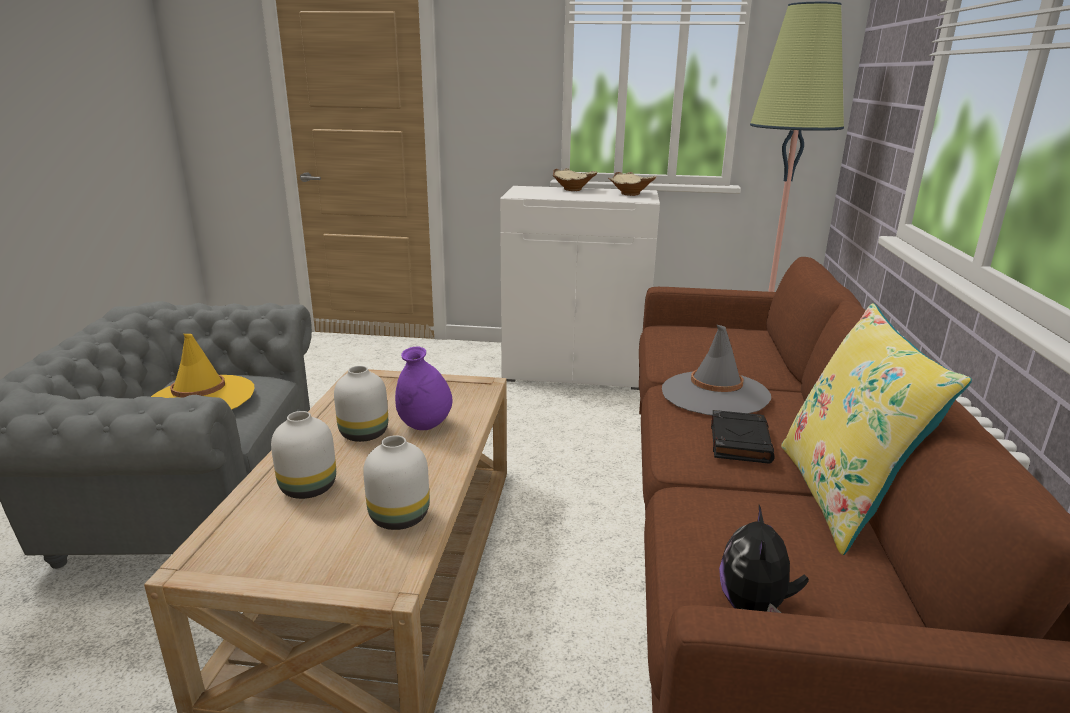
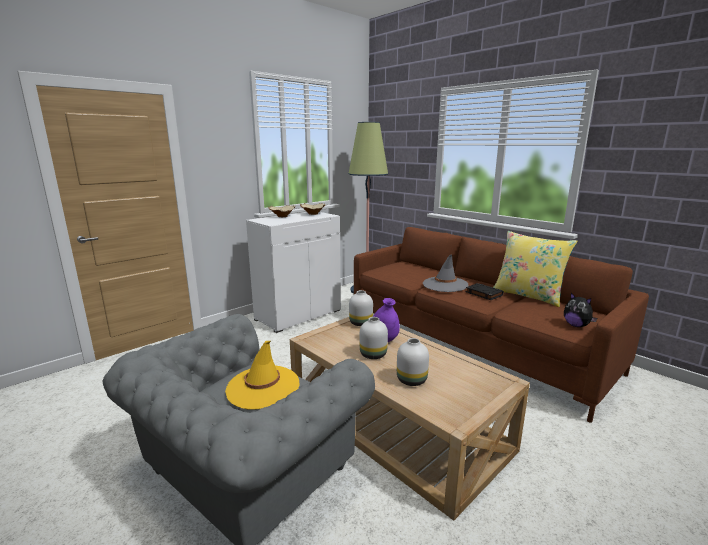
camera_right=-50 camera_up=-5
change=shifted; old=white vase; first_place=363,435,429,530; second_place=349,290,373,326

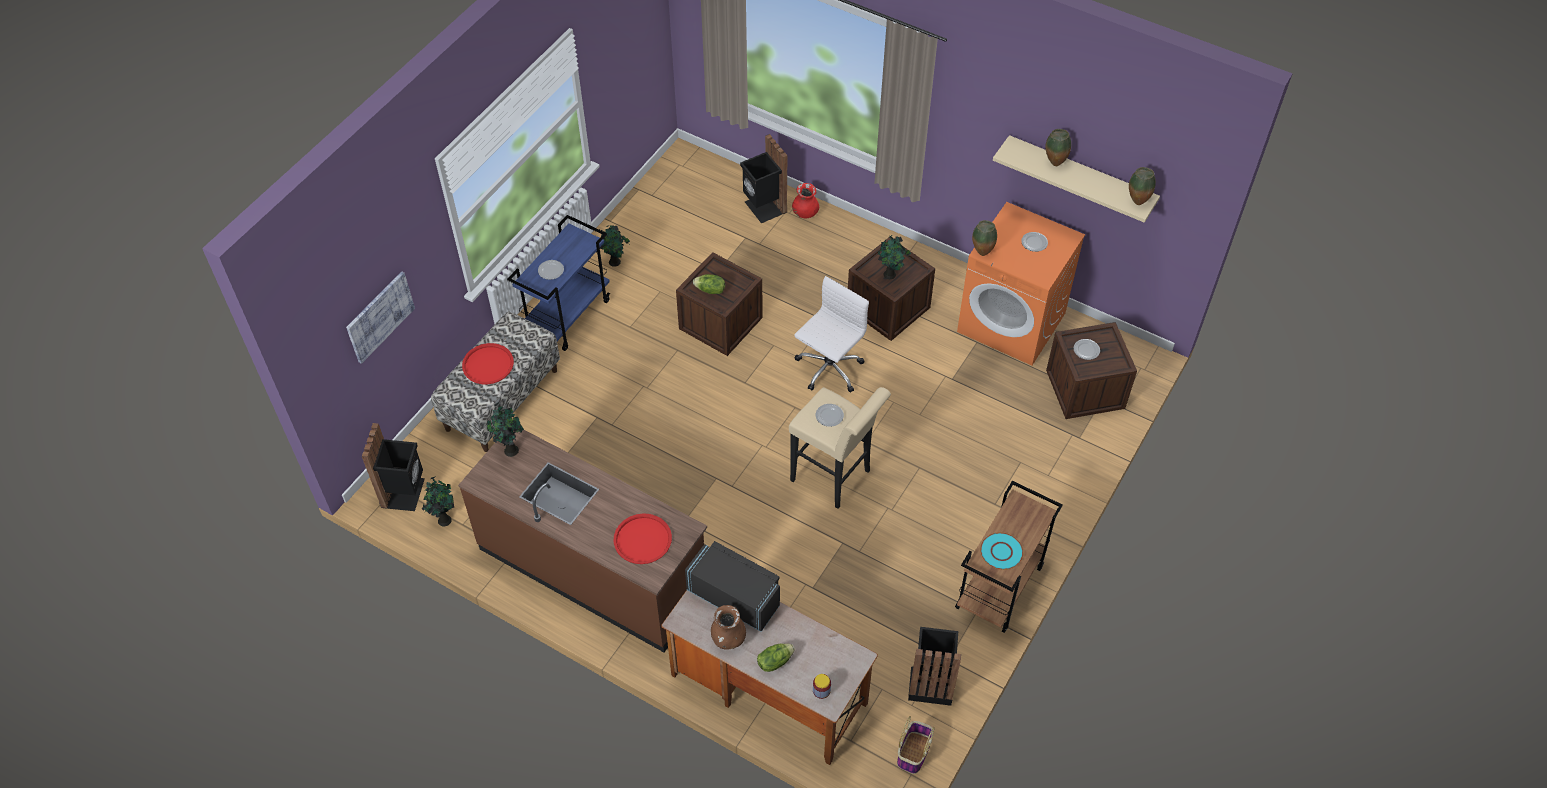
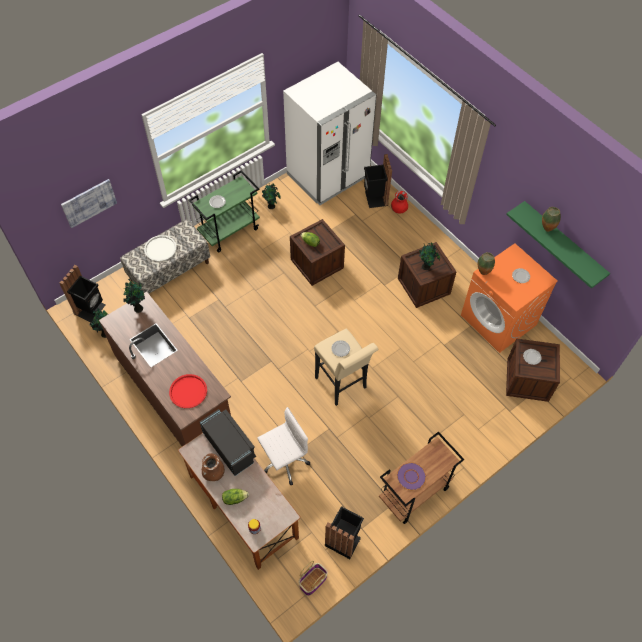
camera_right=20 camera_up=5
change=repainted; old=red tray; new=white tray; first_place=462,343,514,384; second_place=144,235,177,261
change=repainted; old=blue cart; new=green cart; first_place=507,215,610,351; second_place=189,170,260,253
change=shifted; old=white office chair; first_place=794,276,869,393; second_place=257,407,310,485
change=new; new=white fridge; second_place=283,62,377,205
change=repainted; old=turquoise plate; new=purple plate; first_place=980,532,1023,570; second_place=397,462,426,490
change=repainted; old=beige shelf; new=green shelf; first_place=993,135,1160,223; second_place=506,201,610,289
change=gone; old=vase; first_place=1129,167,1156,205

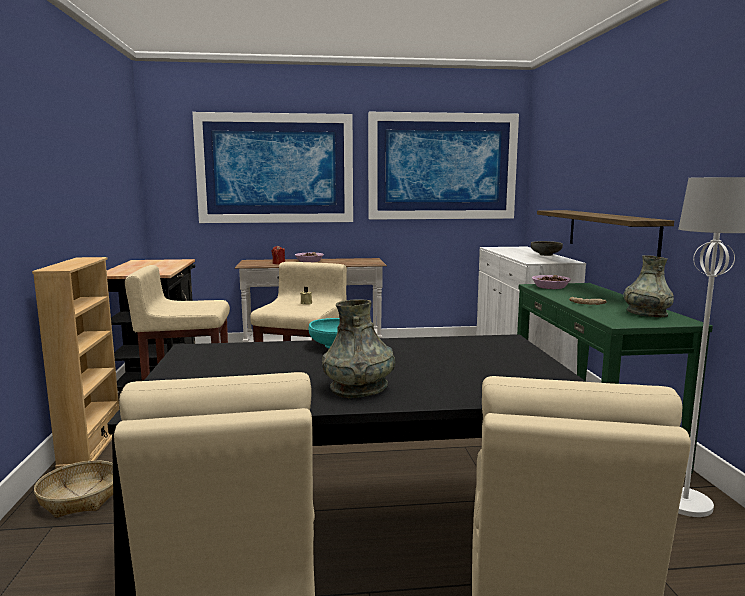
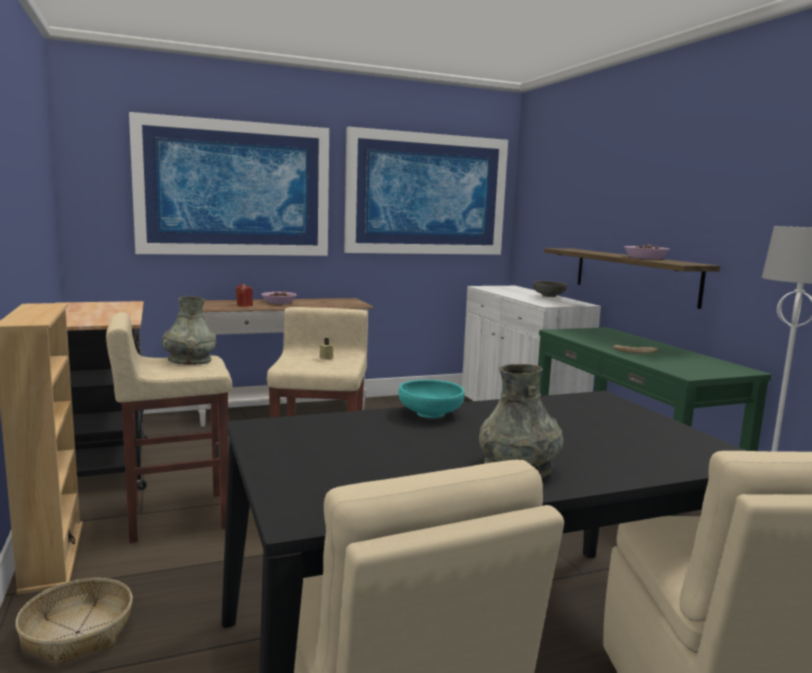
camera_right=-15 camera_up=0
change=shifted; old=grey vase; first_place=623,255,674,317; second_place=162,296,216,365
change=shifted; old=bowl; first_place=532,275,571,289; second_place=624,244,670,259

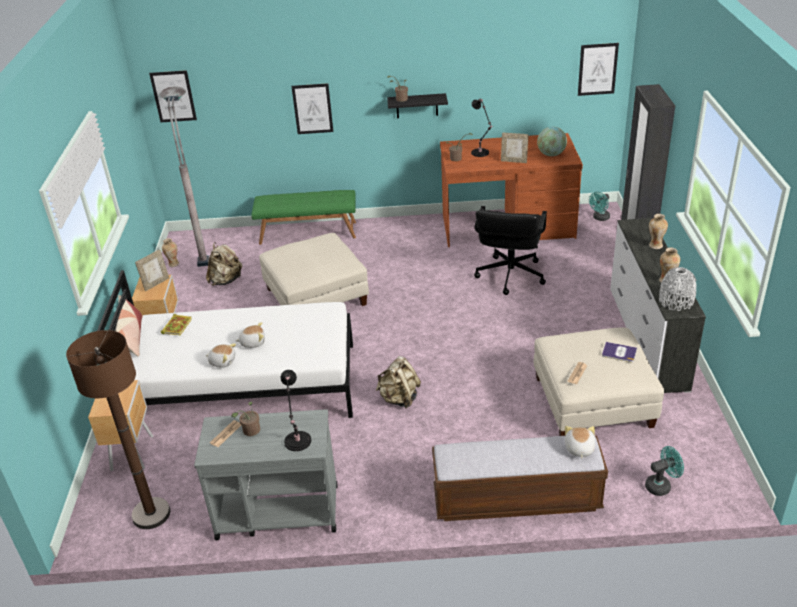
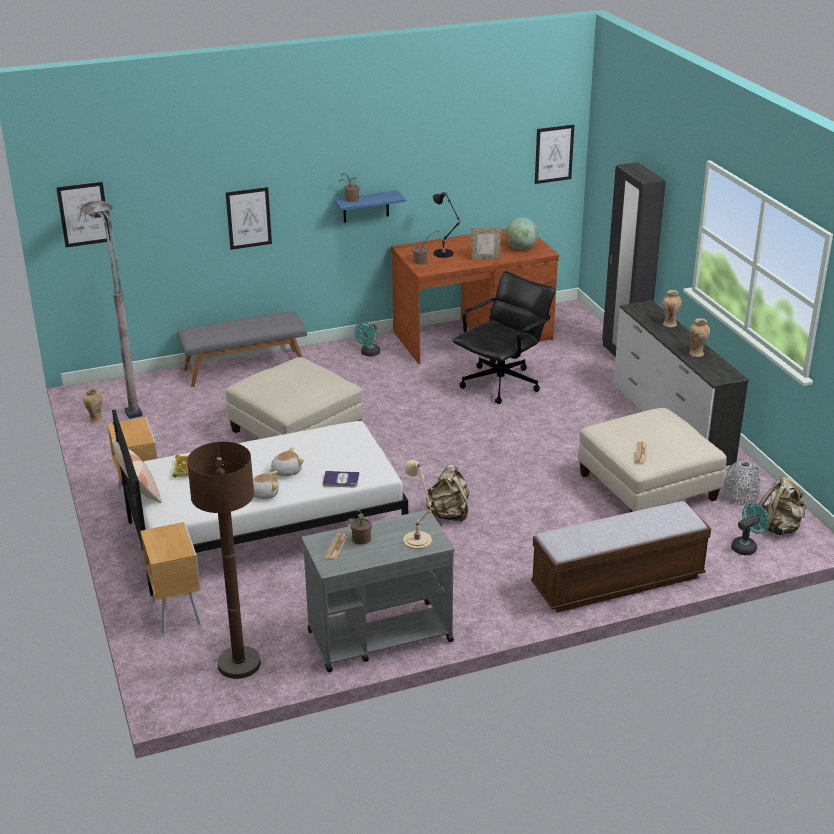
camera_right=-20 camera_up=-5
change=repainted; old=green bench; new=grey bench; first_place=251,190,356,245; second_place=177,312,307,387
change=shifted; old=book; first_place=602,342,637,362; second_place=323,471,360,487
change=repainted; old=black shelf; new=blue shelf; first_place=387,93,448,118; second_place=334,190,406,223
change=shifted; old=turquoise fan; first_place=589,192,610,221; second_place=354,322,380,357
change=repainted; old=black table lamp; new=beige table lamp; first_place=281,370,311,451; second_place=403,460,434,549
change=rotated; old=black office chair; first_place=474,206,547,295; second_place=453,271,555,404; degrees=-135
change=shifted; old=grey vase; first_place=659,267,697,311; second_place=723,461,761,506
change=shifted; old=beige backpack; first_place=206,242,242,286; second_place=759,476,806,536
change=gone; old=picture frame; first_place=135,250,169,291
change=gone; old=plush toy; first_place=565,426,595,459

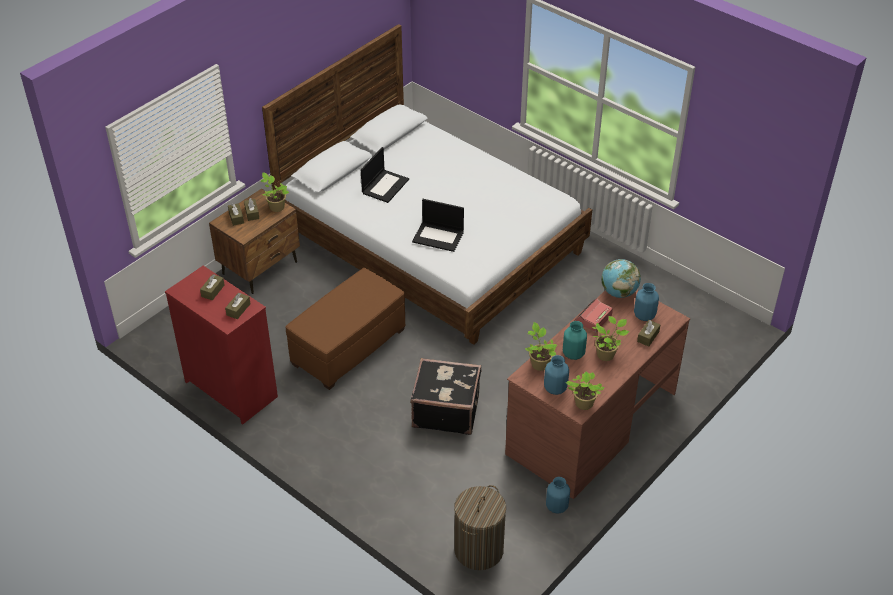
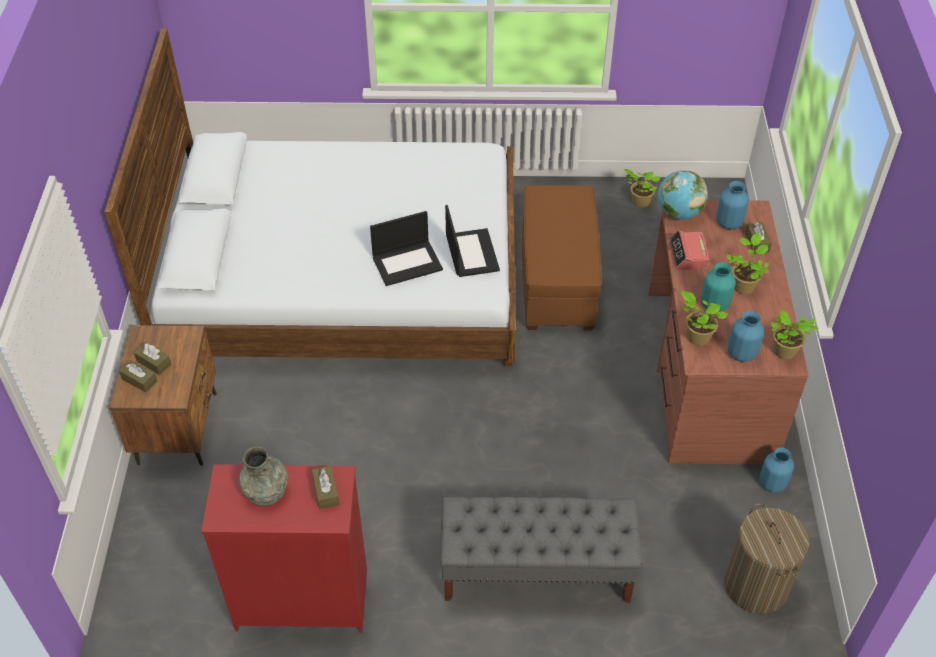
camera_right=-40 camera_up=5
change=swapped; old=brown tissue box; new=grey vase; first_place=200,274,225,300; second_place=239,447,288,506
change=new; new=grey bench; second_place=440,497,642,603
change=shifted; old=laptop; first_place=361,147,409,203; second_place=445,205,500,277
change=shifted; old=brown ottoman; first_place=285,268,406,390; second_place=522,185,602,330
change=shifted; old=potted plant; first_place=261,172,289,212; second_place=624,169,660,208
change=gone; old=black suitcase; first_place=410,358,481,435

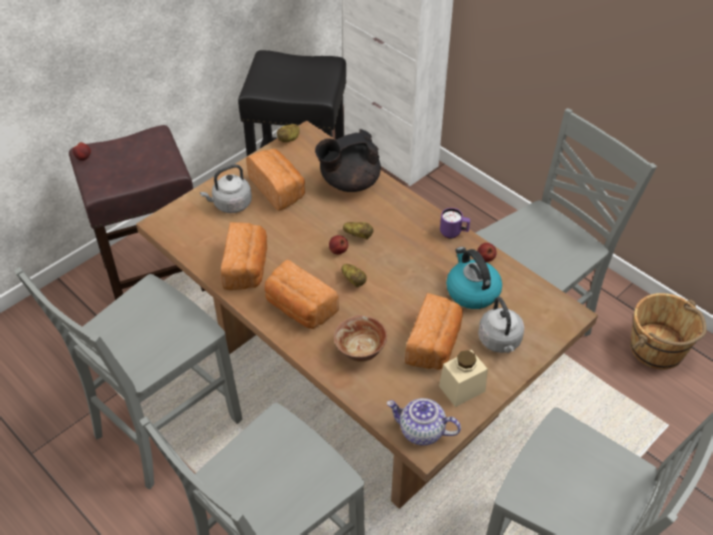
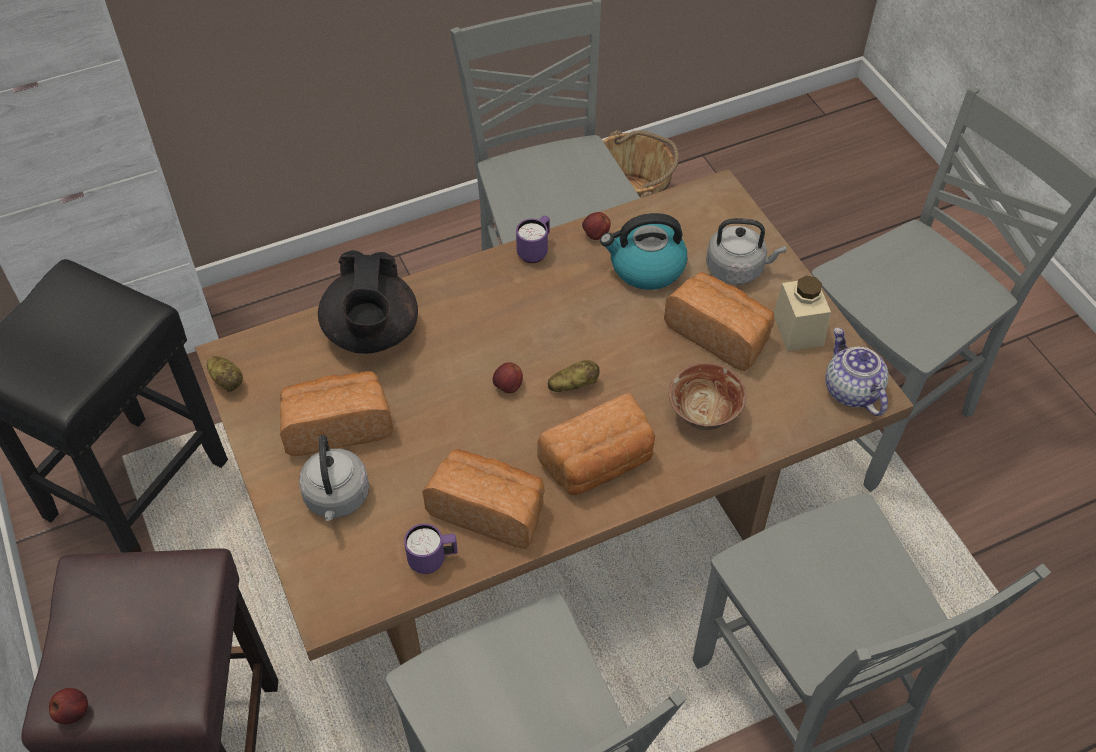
camera_right=-70 camera_up=5
change=new; new=purple mug; second_place=404,524,458,574
change=rotated; old=teapot; first_place=387,398,461,445; second_place=825,328,889,416; degrees=120
change=gone; old=potato; first_place=343,222,373,240

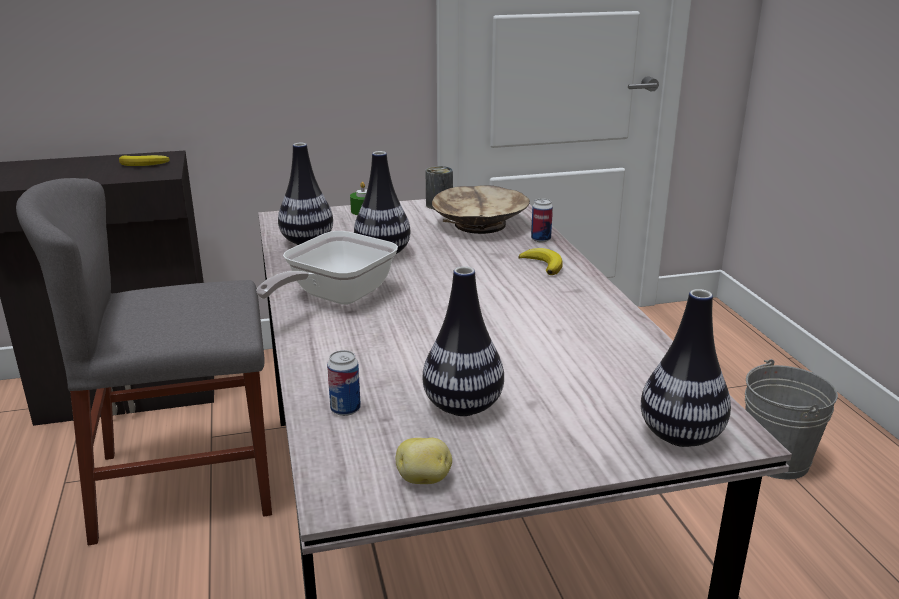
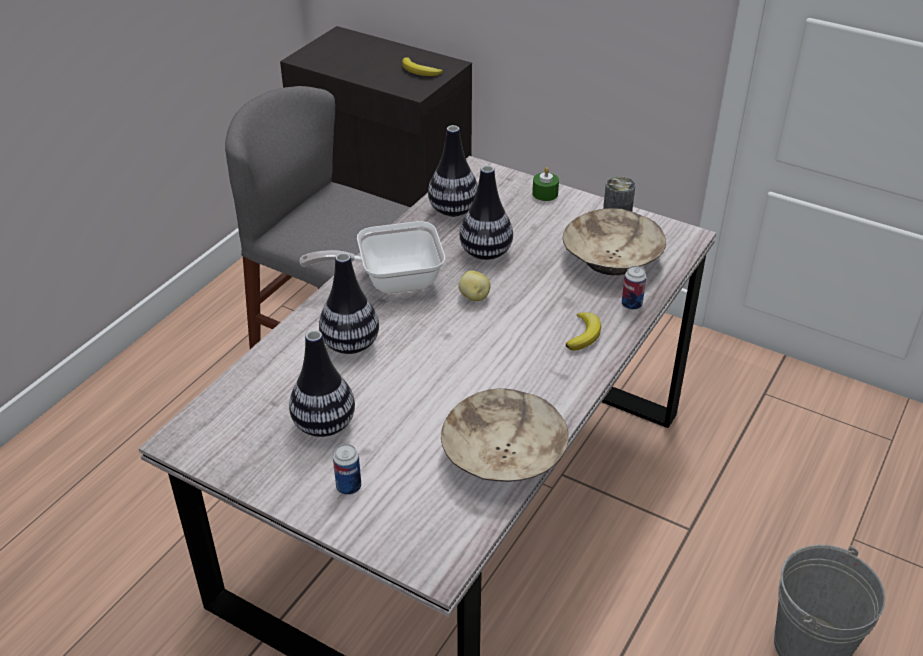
camera_right=45 camera_up=15
change=shifted; old=vase; first_place=641,289,731,447; second_place=319,253,379,354
change=shifted; old=can; first_place=327,350,361,416; second_place=333,444,361,495
change=new; new=beige bowl; second_place=441,388,568,482
change=shifted; old=potato; first_place=396,438,452,484; second_place=458,270,491,301

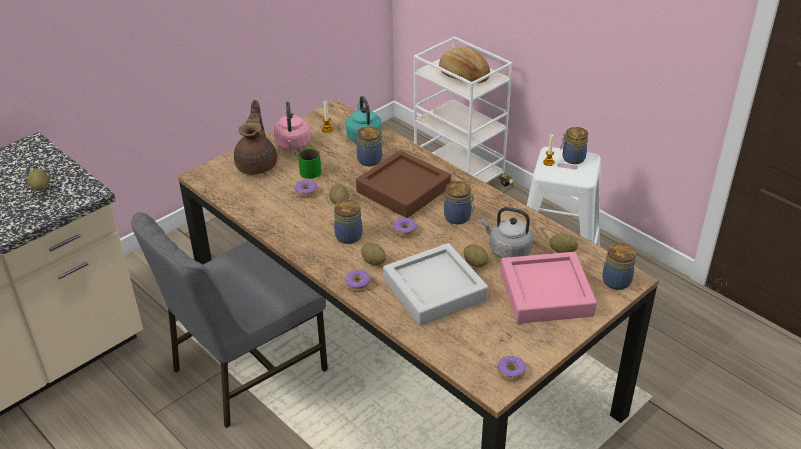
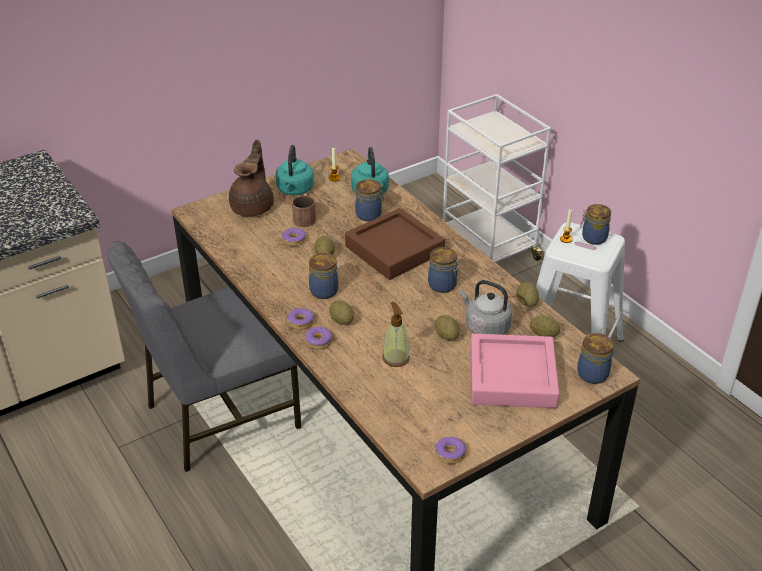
camera_right=10 camera_up=0
change=repainted; old=pink kettle; new=turquoise kettle; first_place=273,101,311,150; second_place=276,145,314,195
change=shifted; old=donut; first_place=393,218,417,237; second_place=288,308,314,330
change=repainted; old=green mug; new=brown mug; first_place=298,146,321,179; second_place=292,193,316,227
change=swapped; old=grey tray; new=soap dispenser; first_place=383,243,488,326; second_place=382,302,410,367
change=shifted; old=potato; first_place=28,169,49,191; second_place=516,282,539,307
change=gone; old=bread; first_place=439,46,490,83

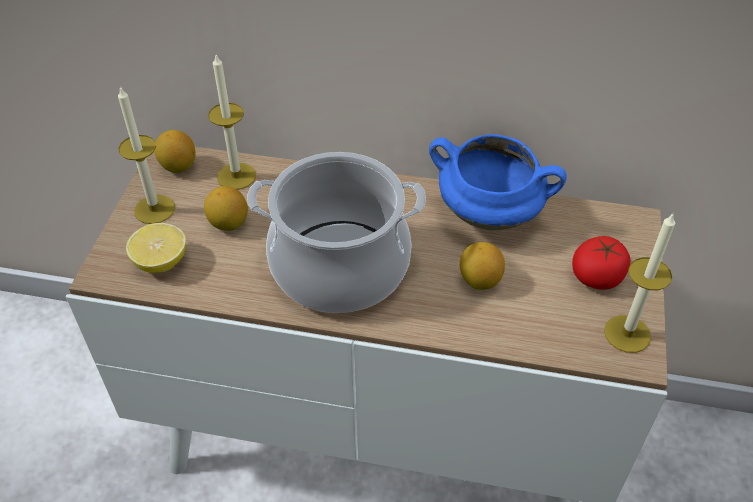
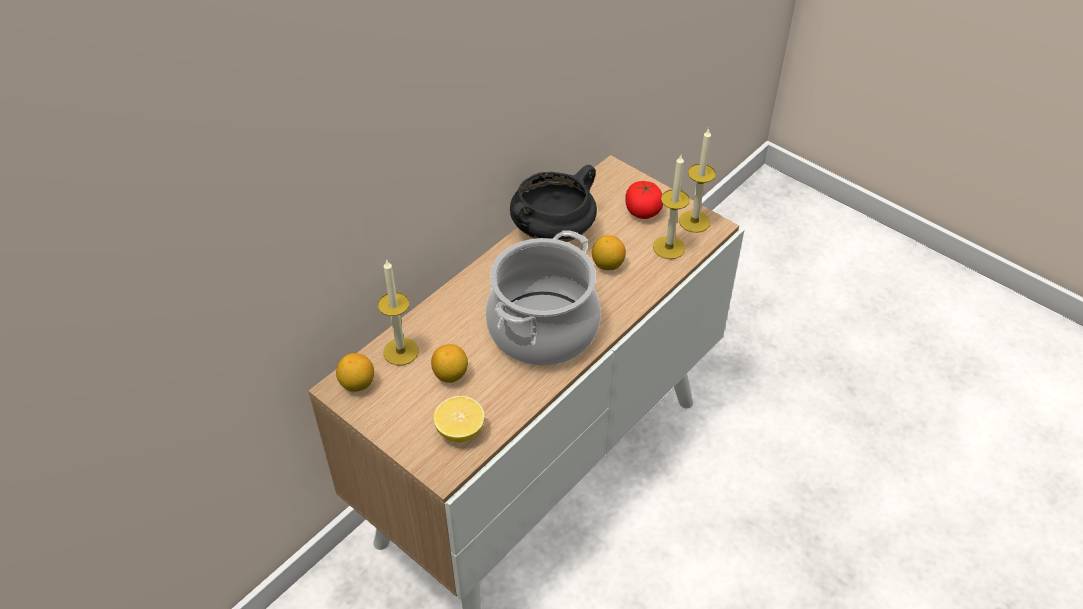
camera_right=-60 camera_up=0
change=repainted; old=blue cooking pot; new=black cooking pot; first_place=429,134,567,230; second_place=510,165,597,242
change=shifted; old=candle; first_place=118,86,175,224; second_place=653,155,690,259

